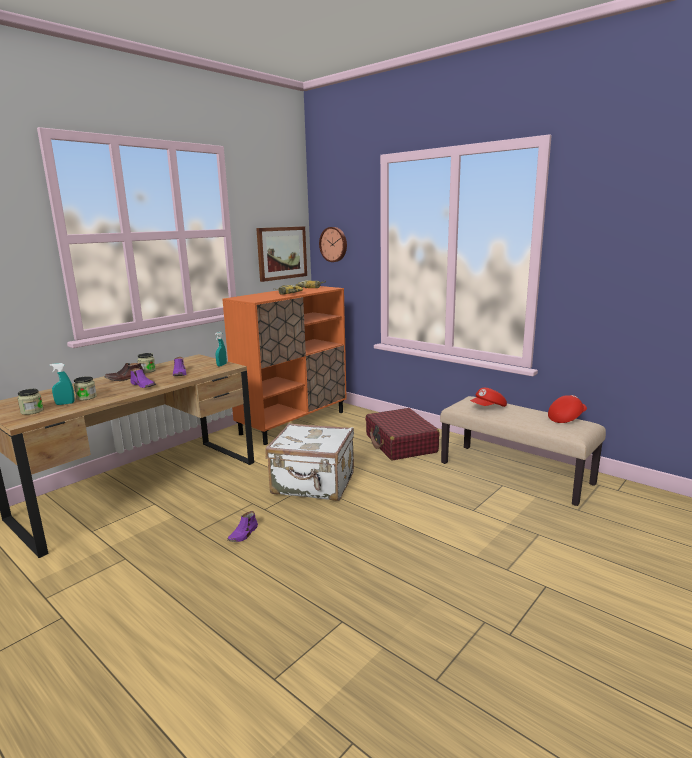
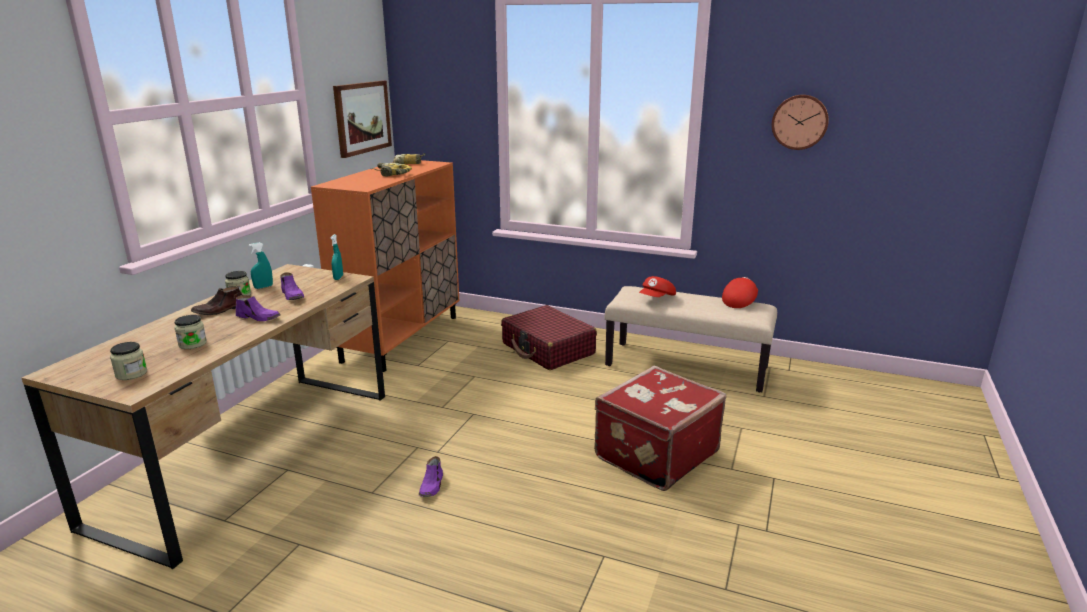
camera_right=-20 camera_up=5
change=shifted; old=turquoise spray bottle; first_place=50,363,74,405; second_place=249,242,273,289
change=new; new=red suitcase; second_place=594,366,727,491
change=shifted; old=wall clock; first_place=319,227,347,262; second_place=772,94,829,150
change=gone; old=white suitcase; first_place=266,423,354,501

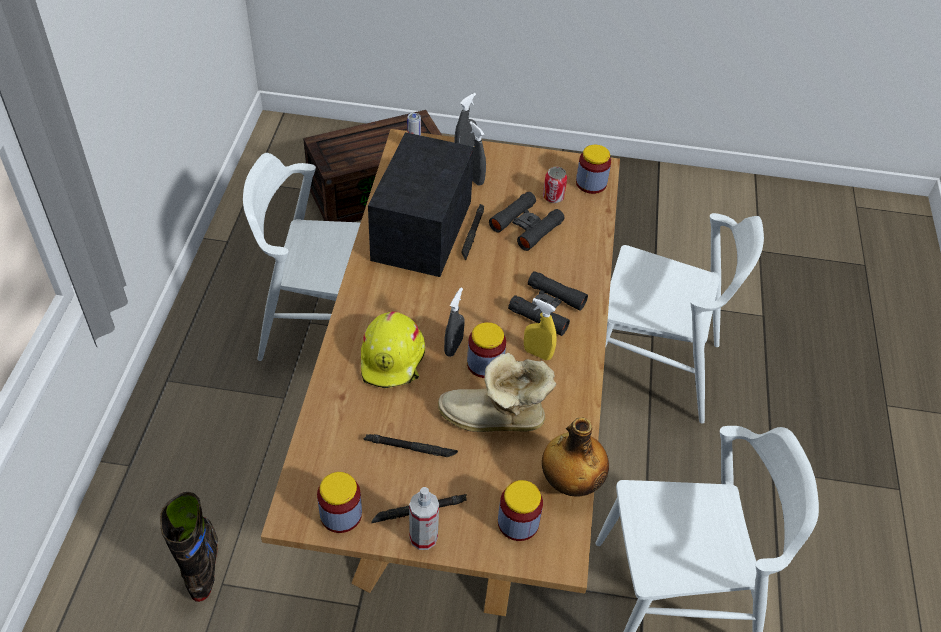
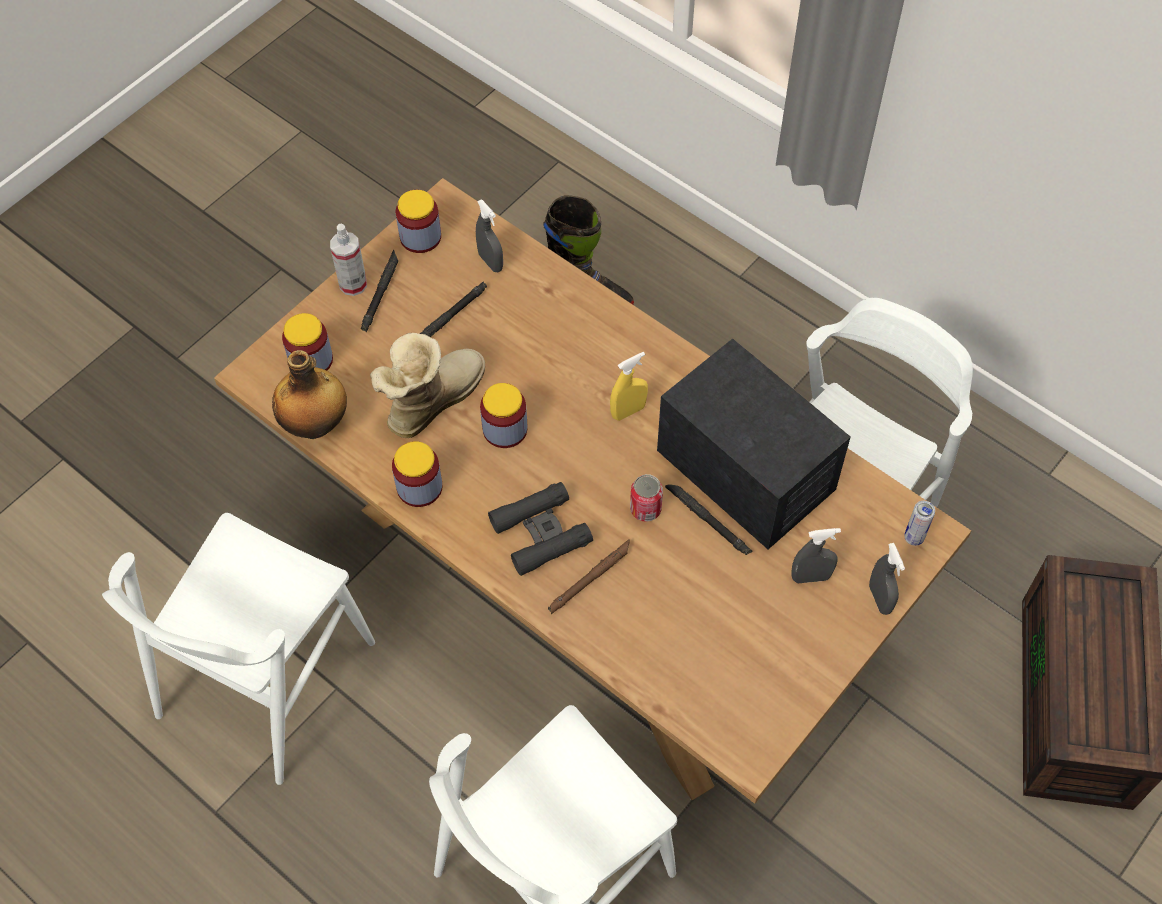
camera_right=125 camera_up=10
change=shifted; old=jar; first_place=576,145,611,194; second_place=392,441,443,507
change=shifted; old=grey spray bottle; first_place=444,288,465,357; second_place=476,199,503,272
change=new; new=brown flashlight; second_place=548,539,630,614
change=shifted; old=yellow spray bottle; first_place=524,298,557,360; second_place=610,352,648,421
change=shifted; old=can; first_place=543,167,567,203; second_place=630,474,663,522
change=gone; old=yellow hard hat; first_place=361,311,425,388
change=gone; old=black binoculars; first_place=489,192,565,251

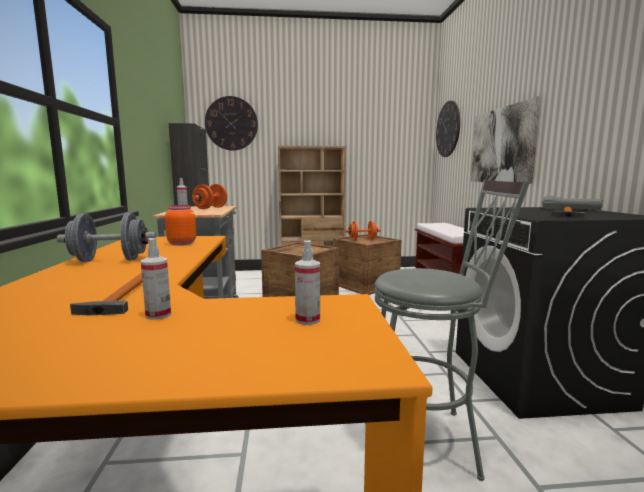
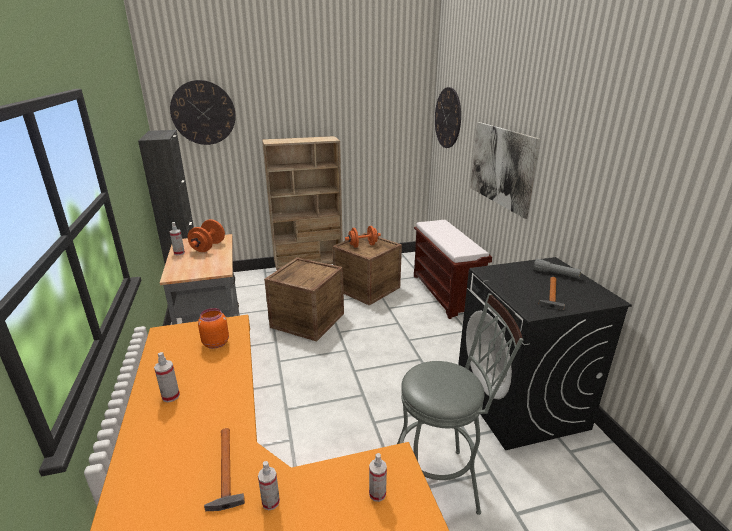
camera_right=-10 camera_up=15
change=swapped; old=grey dumbbell; new=spray bottle; first_place=57,213,156,262; second_place=154,352,180,402

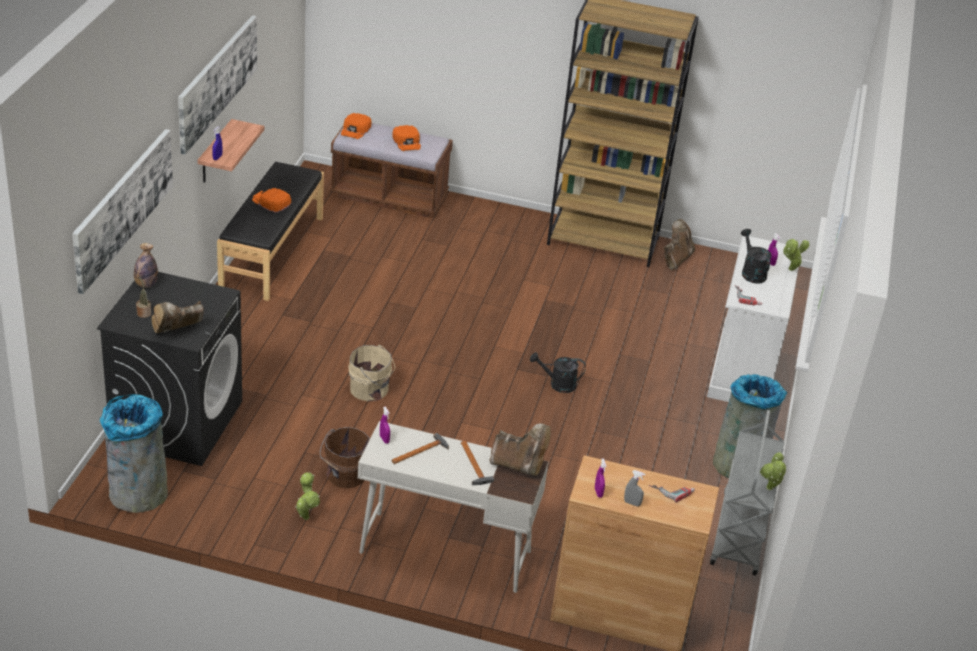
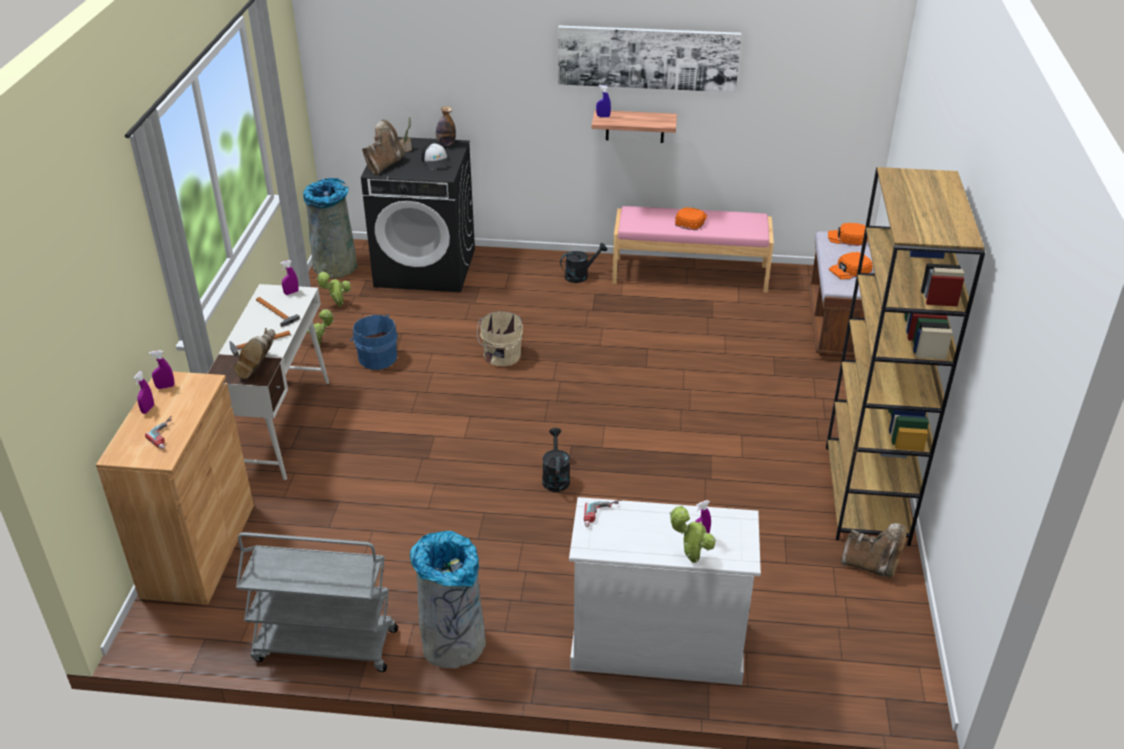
camera_right=85 camera_up=0
change=repainted; old=grey spray bottle; new=purple spray bottle; first_place=624,470,645,506; second_place=133,371,154,414
change=shifted; old=potted plant; first_place=760,451,787,490; second_place=316,272,351,306
change=repainted; old=brown bucket; new=blue bucket; first_place=320,427,370,489; second_place=349,314,397,370
change=rotated; old=brown boot; first_place=151,301,204,333; second_place=362,119,405,175; degrees=75
change=new; new=cap; second_place=421,142,451,170
change=shifted; old=black watering can; first_place=741,229,772,284; second_place=560,243,607,283
change=repainted; old=black bench; new=pink bench; first_place=217,162,324,301; second_place=612,206,774,293
change=gone; old=picture; first_place=72,129,173,294

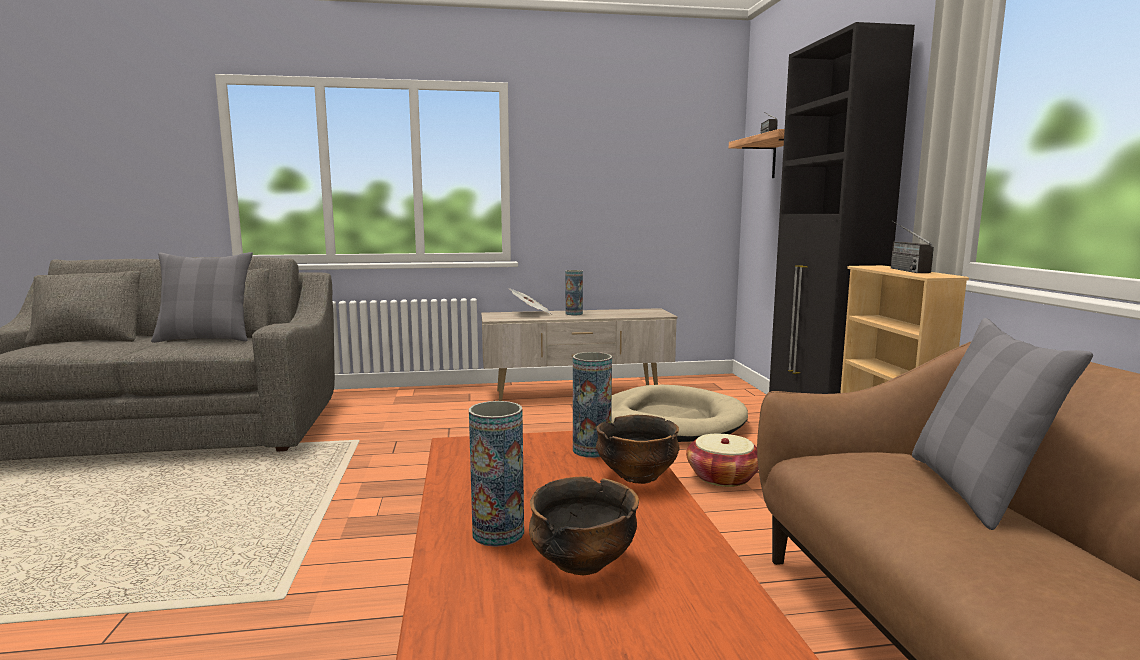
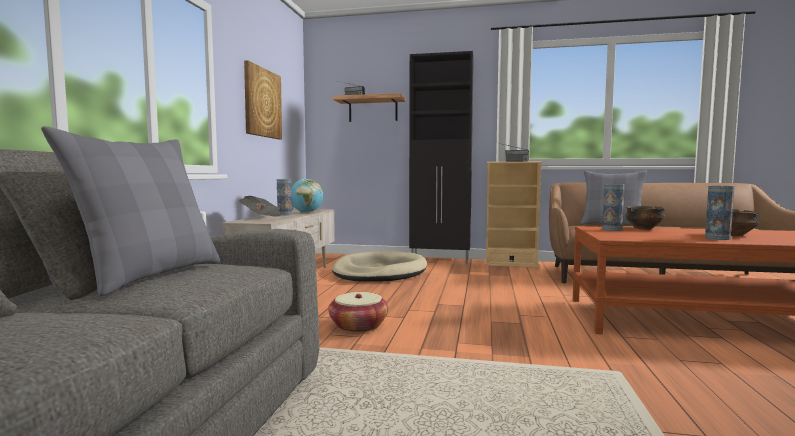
camera_right=-70 camera_up=-5
change=new; new=picture; second_place=244,60,282,139
change=new; new=globe; second_place=292,179,323,213
change=shifted; old=basket; first_place=686,434,759,487; second_place=328,292,389,333

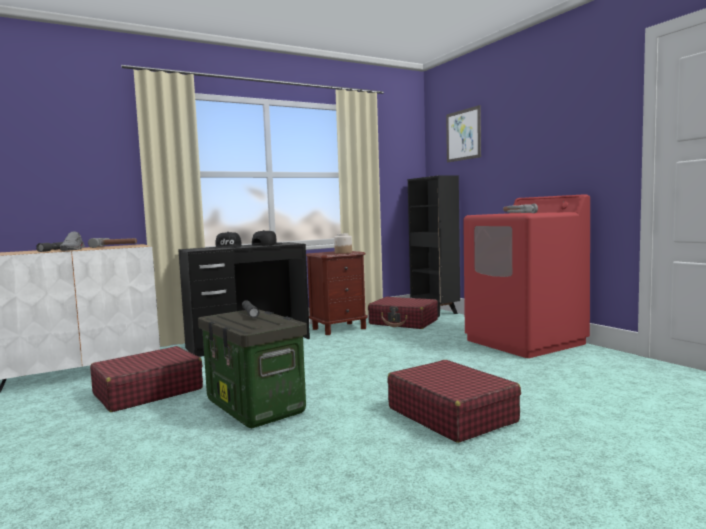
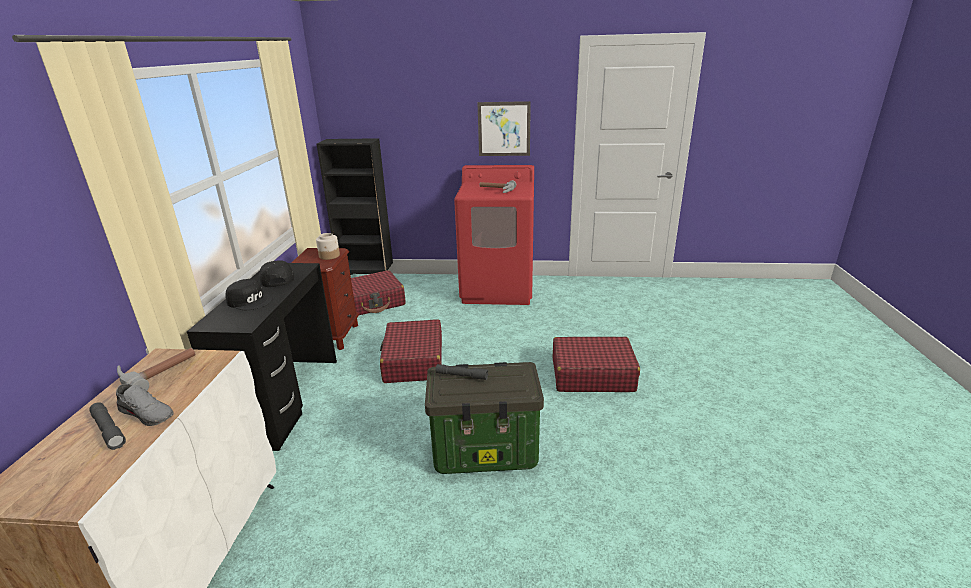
camera_right=-55 camera_up=20
change=shifted; old=red suitcase; first_place=90,346,203,412; second_place=380,319,442,383
change=shifted; old=picture; first_place=446,105,481,162; second_place=477,101,531,156

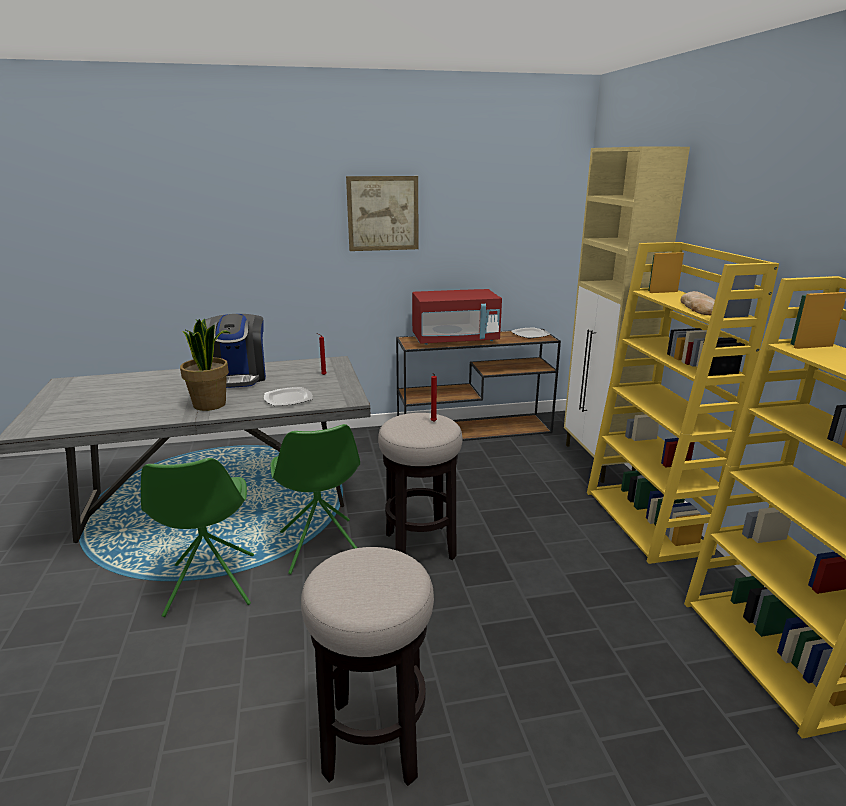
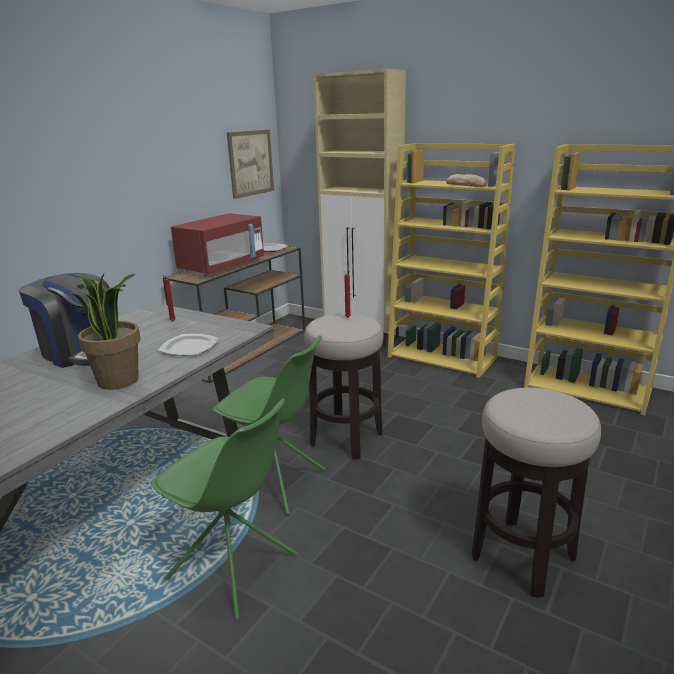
camera_right=-45 camera_up=0
change=shifted; old=picture; first_place=346,176,418,251; second_place=227,130,274,199

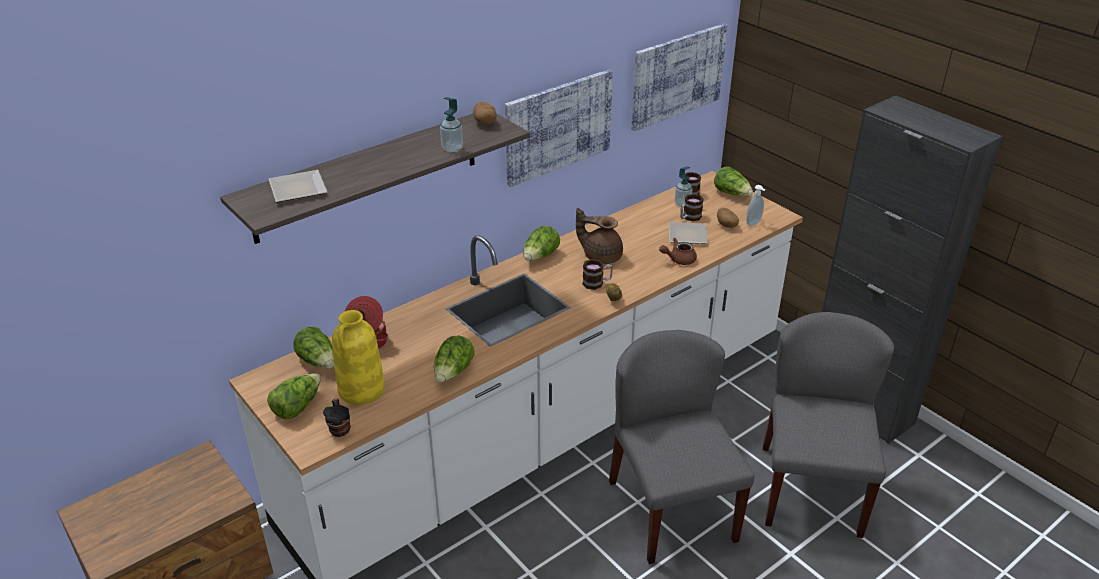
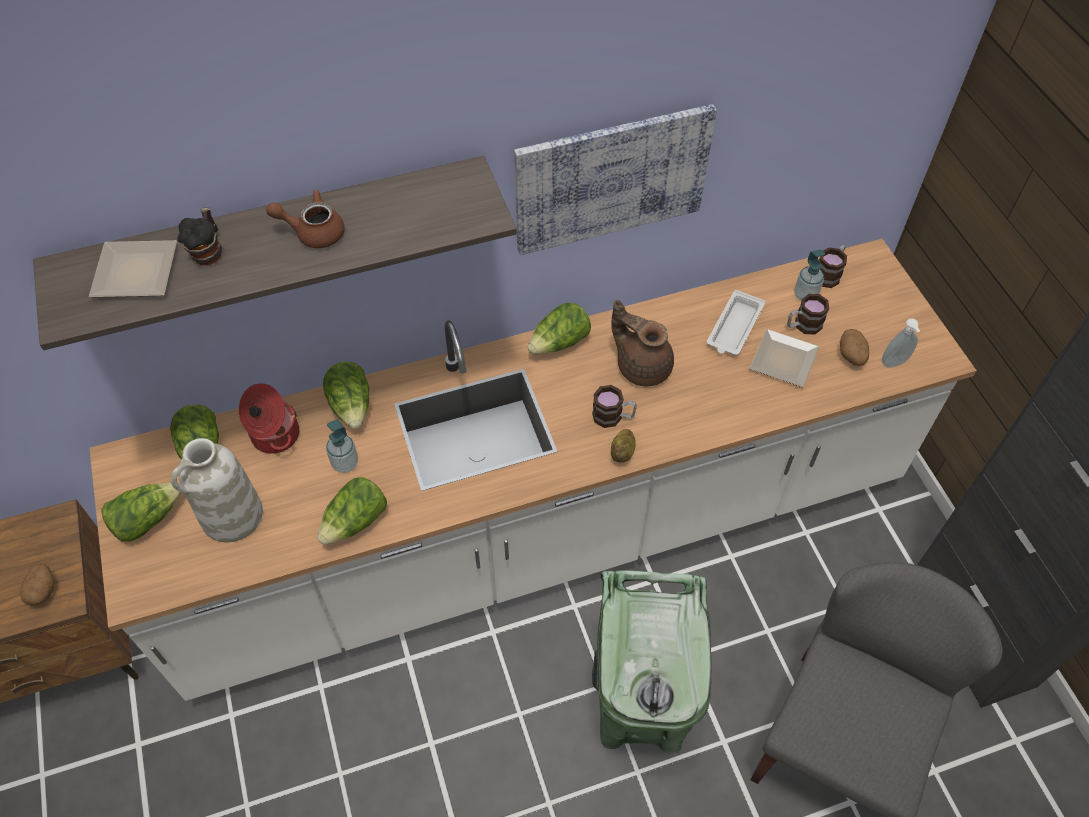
camera_right=20 camera_up=20
change=shifted; old=potato; first_place=473,102,497,125; second_place=20,563,54,606
change=repainted; old=yellow vase; new=white vase; first_place=332,310,385,405; second_place=171,438,263,542
change=shifted; old=mug; first_place=323,399,351,437; second_place=177,207,222,265
change=shifted; old=brown teapot; first_place=659,238,697,265; second_place=266,190,345,248
change=shifted; old=lettuce; first_place=714,166,753,196; second_place=323,362,369,429
change=shifted; old=soap dispenser; first_place=440,97,463,152; second_place=326,420,358,473
change=swapped; old=grey chair; new=green trash can; first_place=609,330,755,564; second_place=592,570,711,754
change=new; new=white tray; second_place=707,290,765,355
change=gone; old=picture; first_place=631,24,727,131

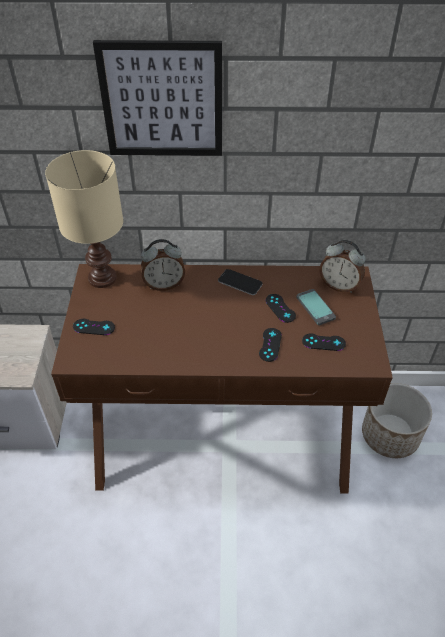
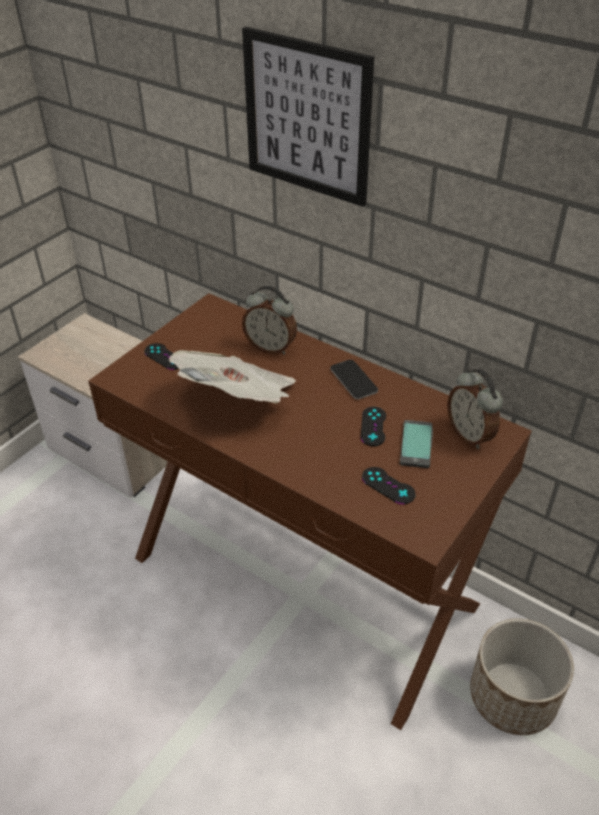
camera_right=35 camera_up=-5
change=new; new=newspaper; second_place=169,350,296,403
change=gone; old=beige table lamp; first_place=45,150,123,288
change=gone; old=black game controller; first_place=259,328,282,362

